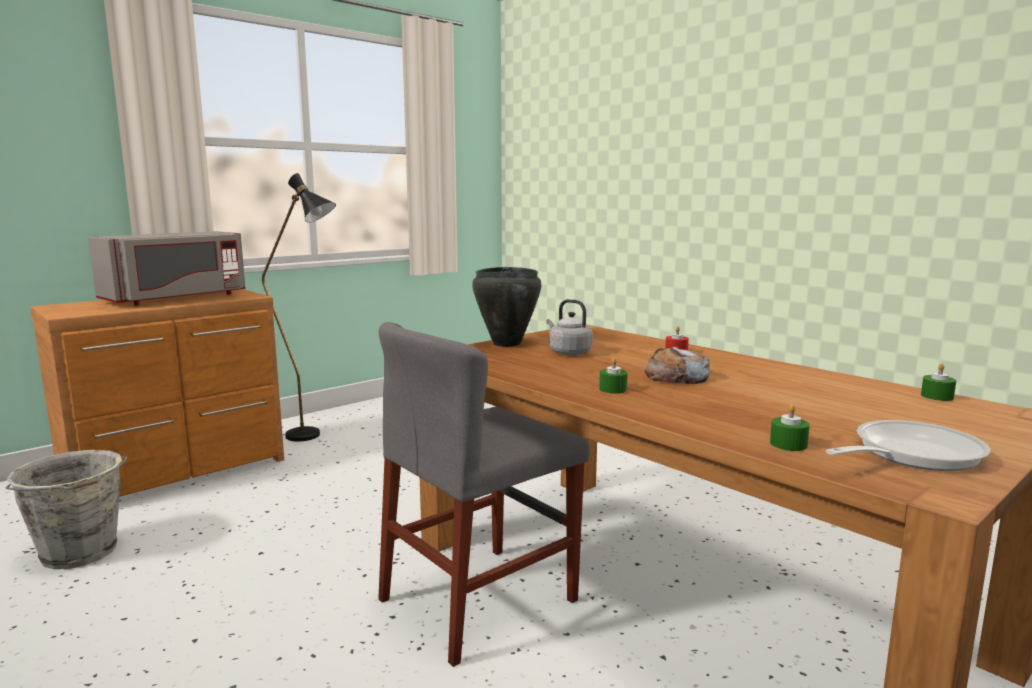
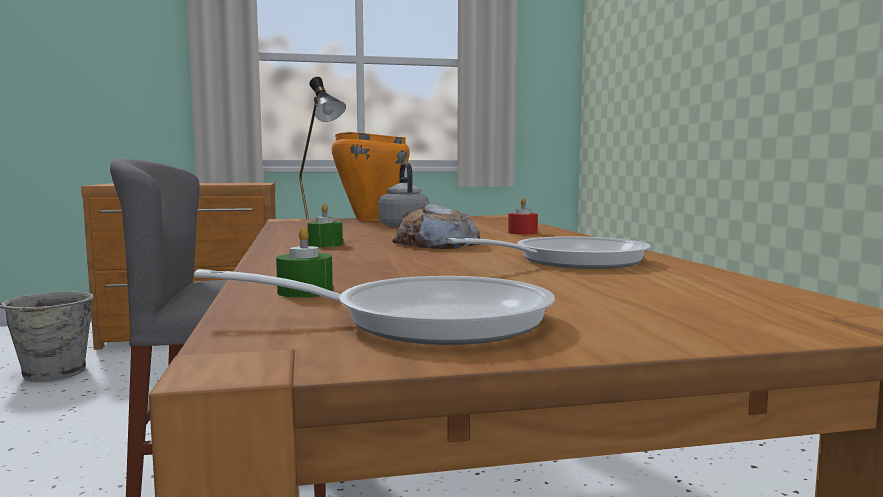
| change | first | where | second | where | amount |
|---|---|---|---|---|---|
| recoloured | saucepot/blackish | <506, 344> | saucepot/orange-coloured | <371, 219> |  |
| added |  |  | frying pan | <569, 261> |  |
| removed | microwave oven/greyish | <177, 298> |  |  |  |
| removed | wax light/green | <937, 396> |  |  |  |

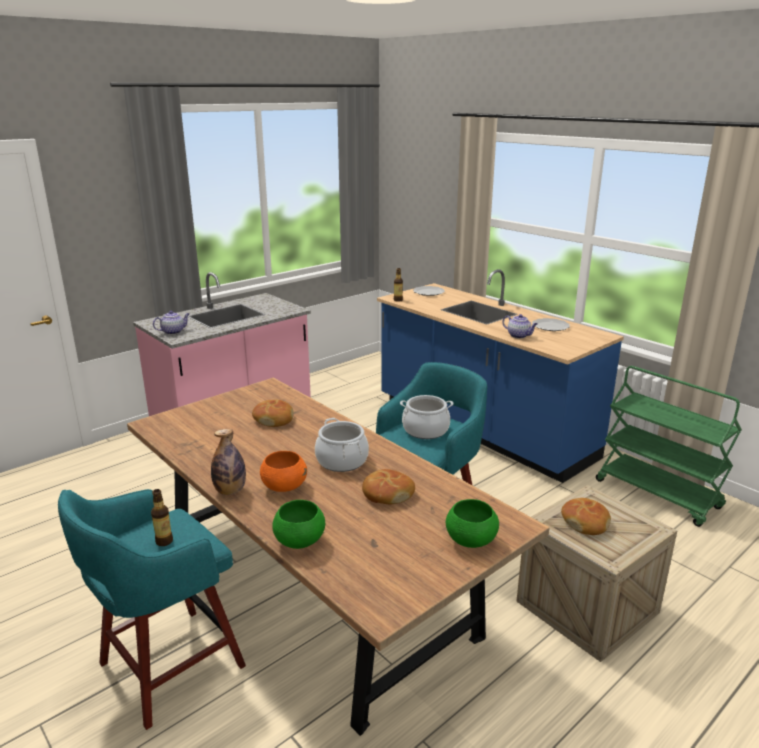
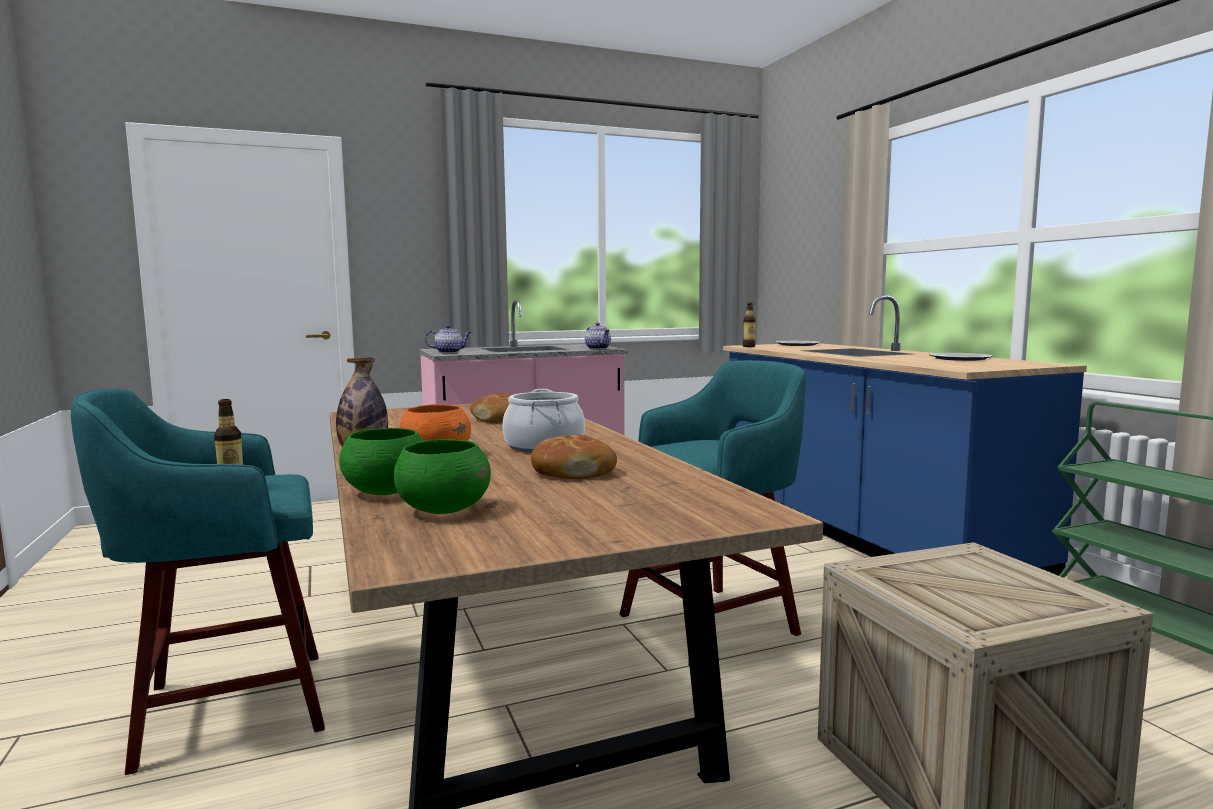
| change | first | where | second | where | amount |
|---|---|---|---|---|---|
| moved | bowl/green | <470, 540> |  | <443, 510> |  |
| moved | tea pot | <519, 336> |  | <598, 348> |  |
| removed | saucepot | <425, 430> |  |  |  |
| removed | baked bread | <585, 522> |  |  |  |

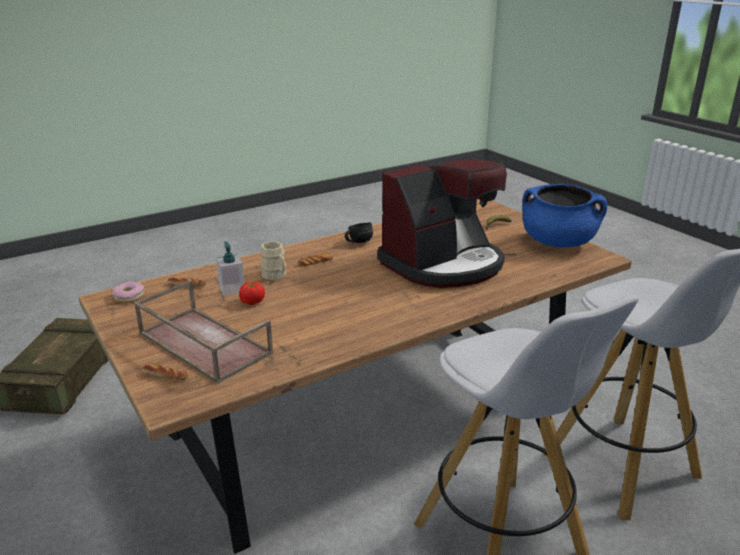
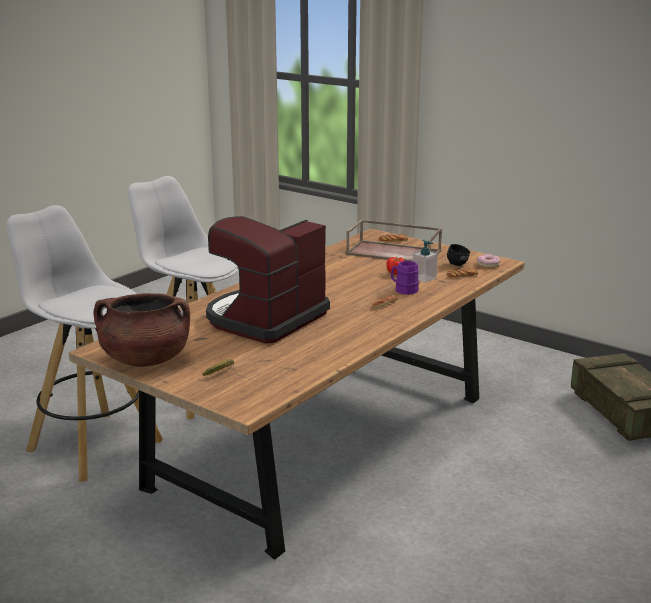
| change | first | where | second | where | amount |
|---|---|---|---|---|---|
| recoloured | saucepot/bluish | <558, 242> | saucepot/brownish | <145, 359> |  |
| recoloured | mug/beige-coloured | <275, 276> | mug/purple | <403, 290> |  |
| moved | mug/blackish | <357, 242> |  | <459, 263> |  |

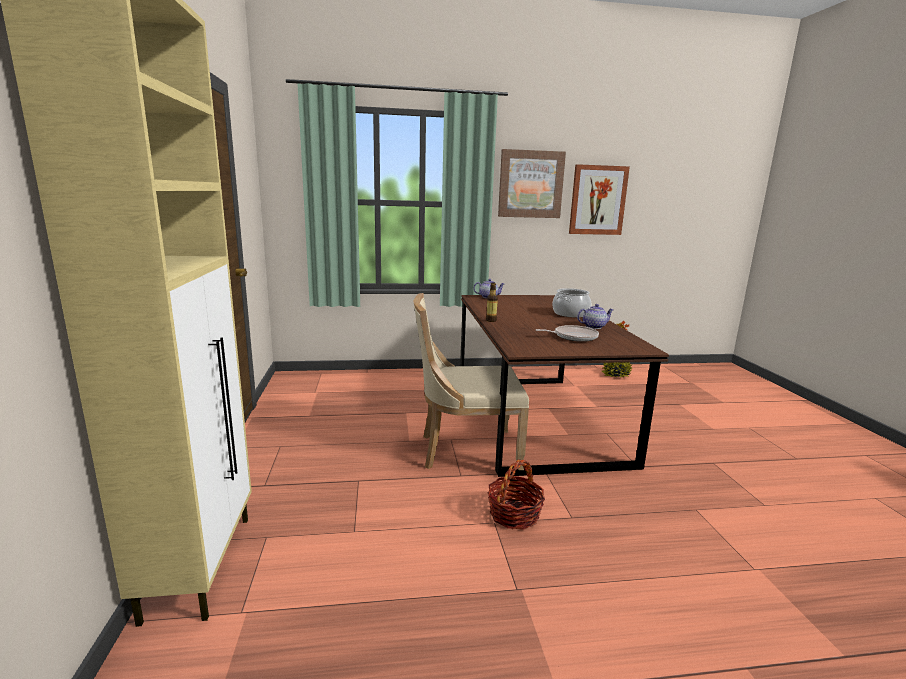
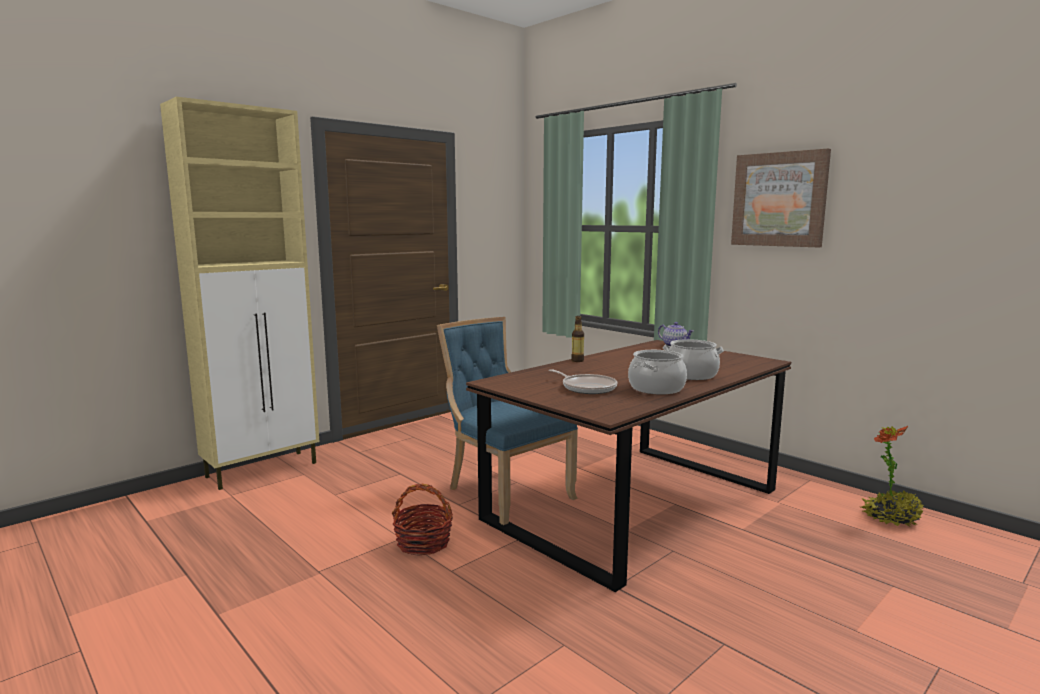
| change | first | where | second | where | amount |
|---|---|---|---|---|---|
| recoloured | upright chair/beige-coloured | <465, 451> | upright chair/bluish | <505, 493> |  |
| replaced | tea pot | <594, 326> | saucepot | <656, 388> |  |
| removed | wall art | <598, 200> |  |  |  |

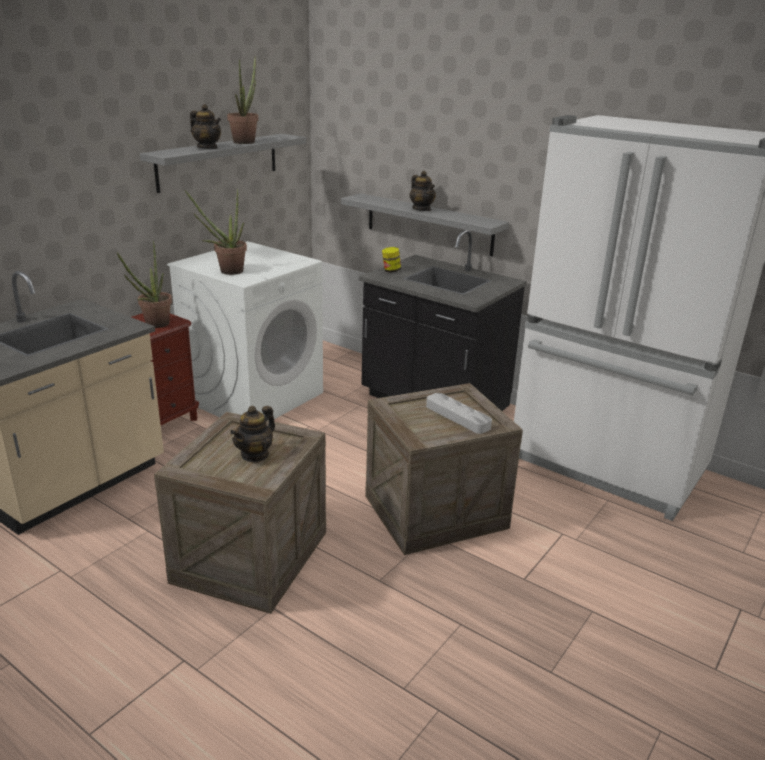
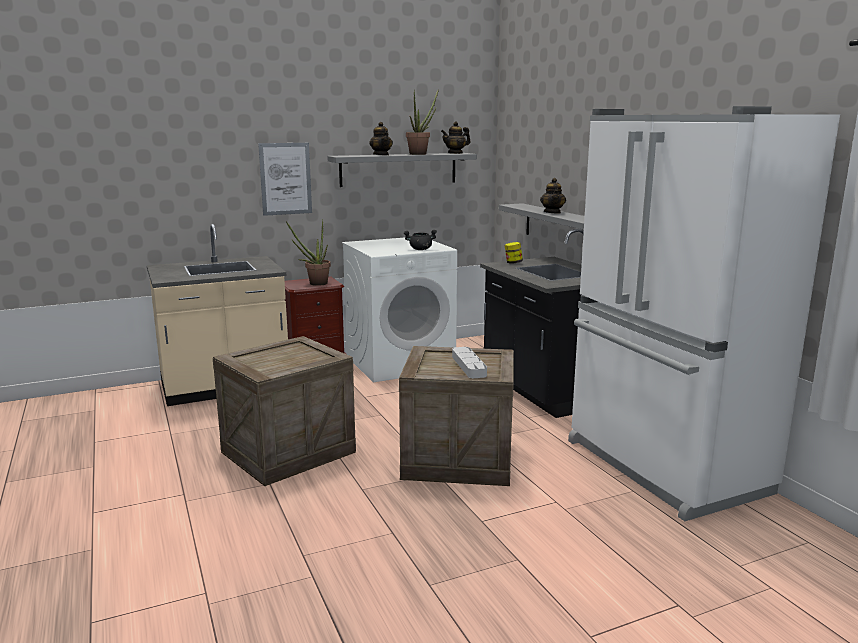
| change | first | where | second | where | amount |
|---|---|---|---|---|---|
| added |  |  | wall art | <285, 178> |  |
| added |  |  | saucepot/blackish | <420, 249> |  |
| moved | tea pot | <255, 455> |  | <455, 153> |  |
| removed | plant in a pot | <226, 271> |  |  |  |

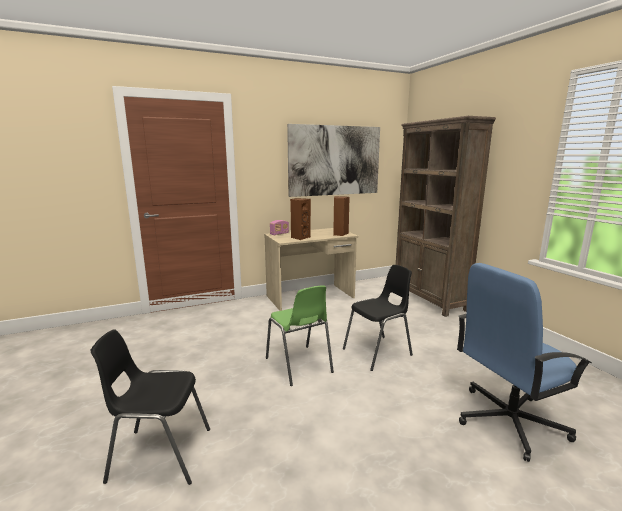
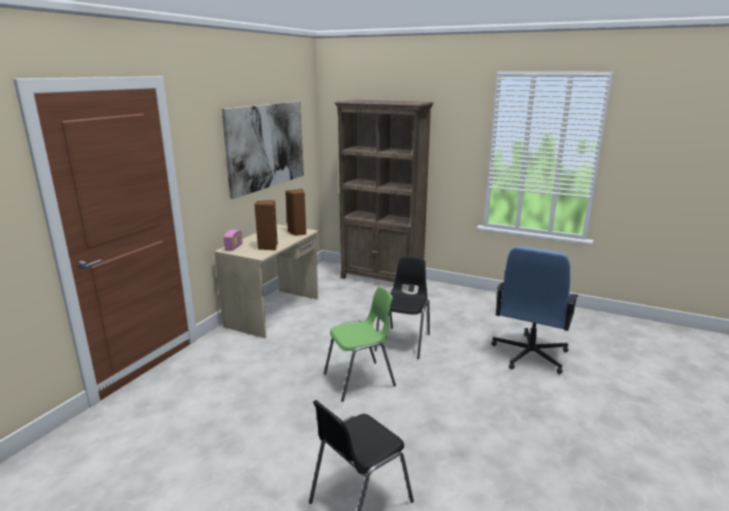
| change | first | where | second | where | amount |
|---|---|---|---|---|---|
| turned | upright chair/green | <299, 365> |  | <360, 380> | 45 degrees counterclockwise |

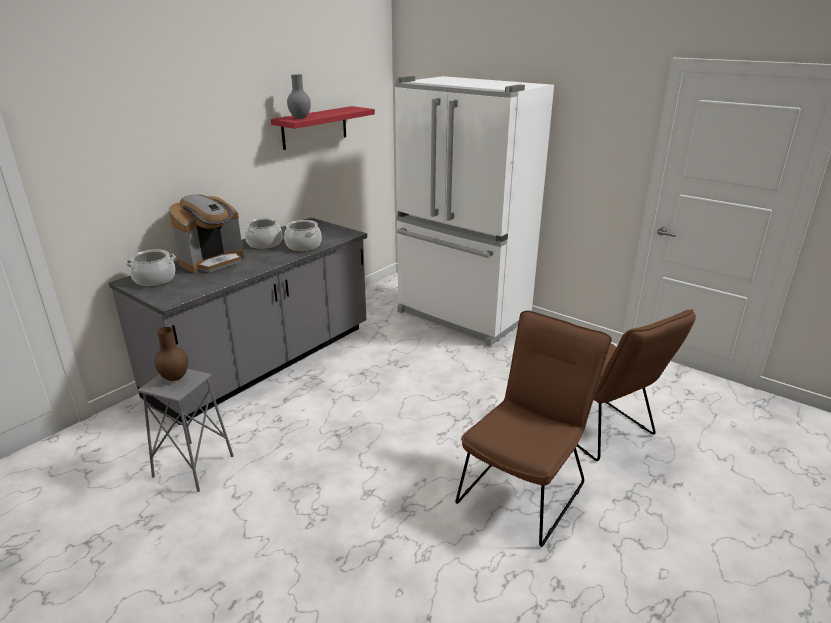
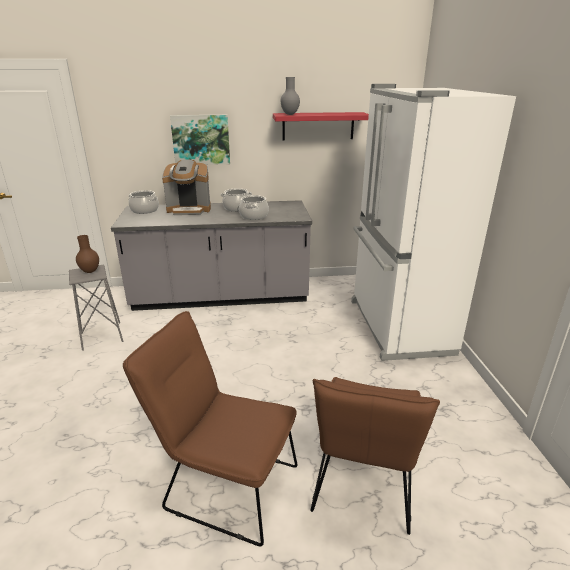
| change | first | where | second | where | amount |
|---|---|---|---|---|---|
| turned | upright chair/brownish | <526, 488> |  | <224, 484> | 150 degrees counterclockwise |
| added |  |  | wall art | <201, 139> |  |

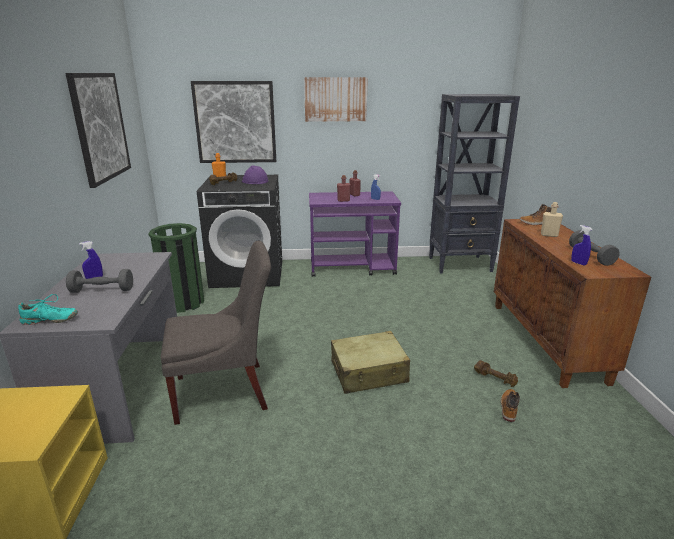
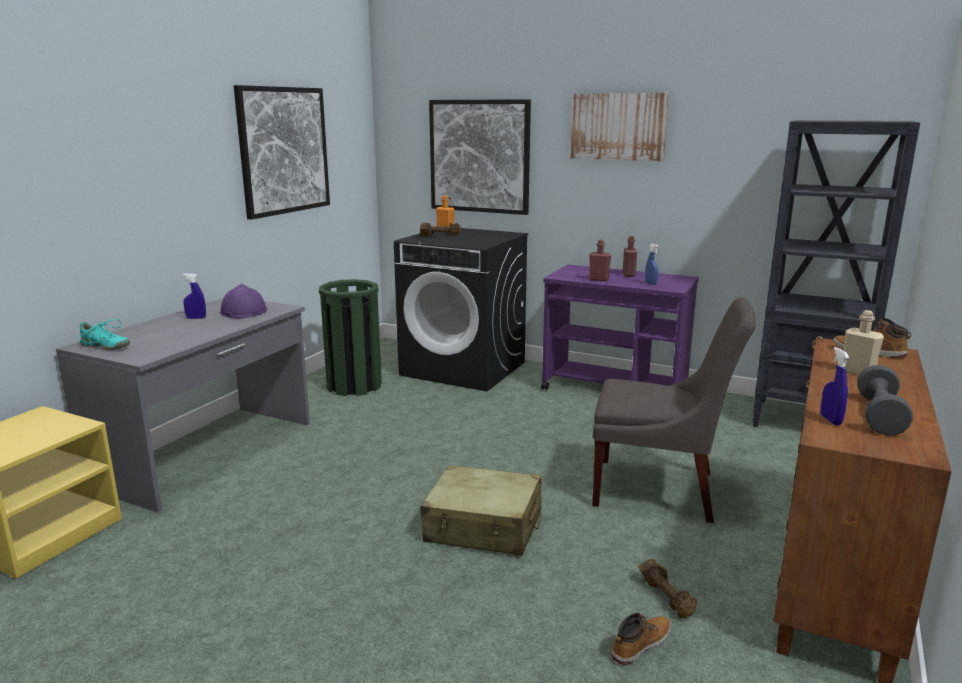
| change | first | where | second | where | amount |
|---|---|---|---|---|---|
| moved | hard hat/purple | <255, 181> |  | <243, 311> |  |
| moved | upright chair/greyish | <226, 392> |  | <661, 490> |  |
| removed | dumbbell/greyish | <102, 290> |  |  |  |

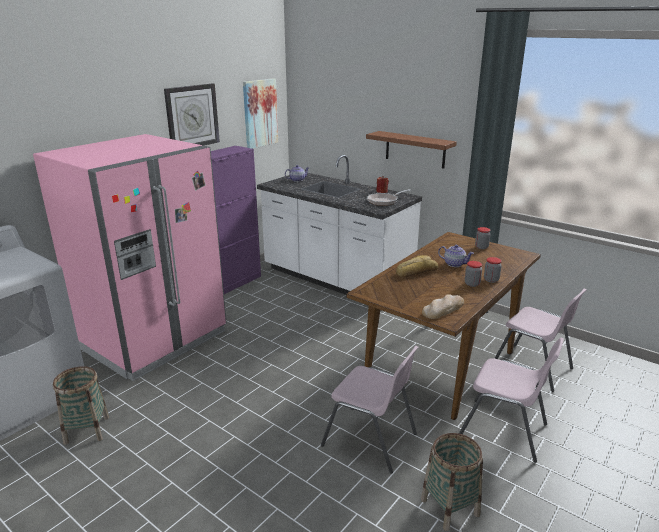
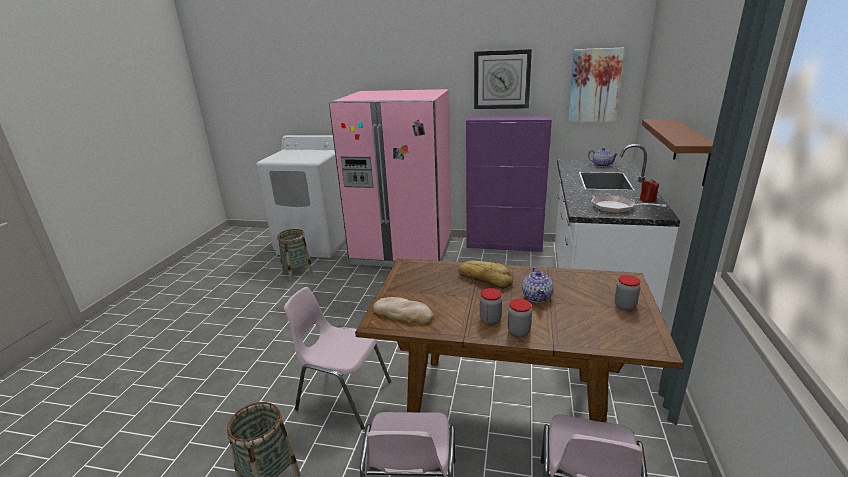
| change | first | where | second | where | amount |
|---|---|---|---|---|---|
| turned | upright chair/pink | <371, 440> |  | <343, 395> | 105 degrees clockwise |

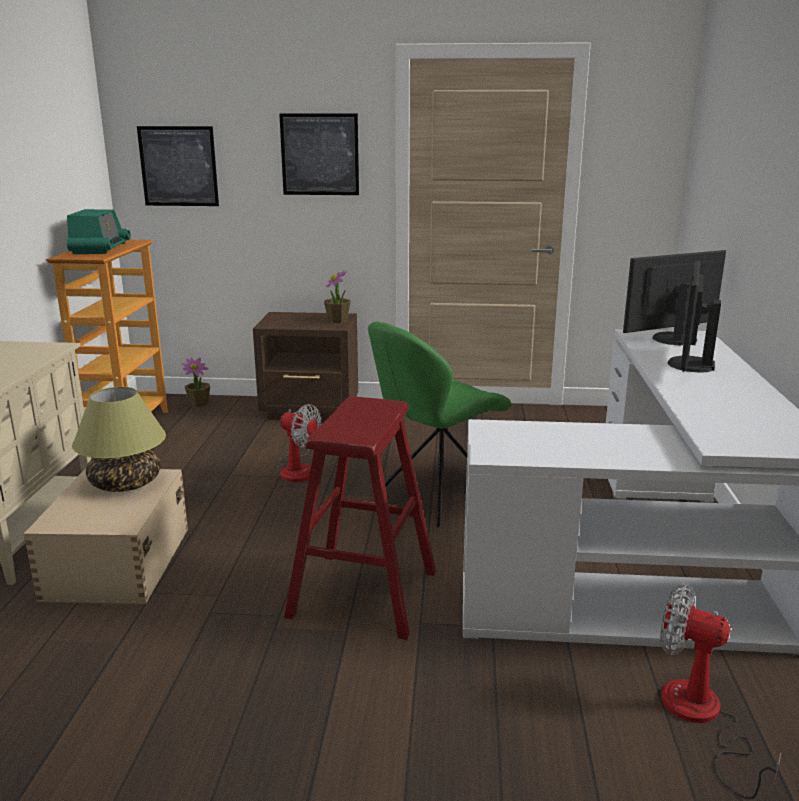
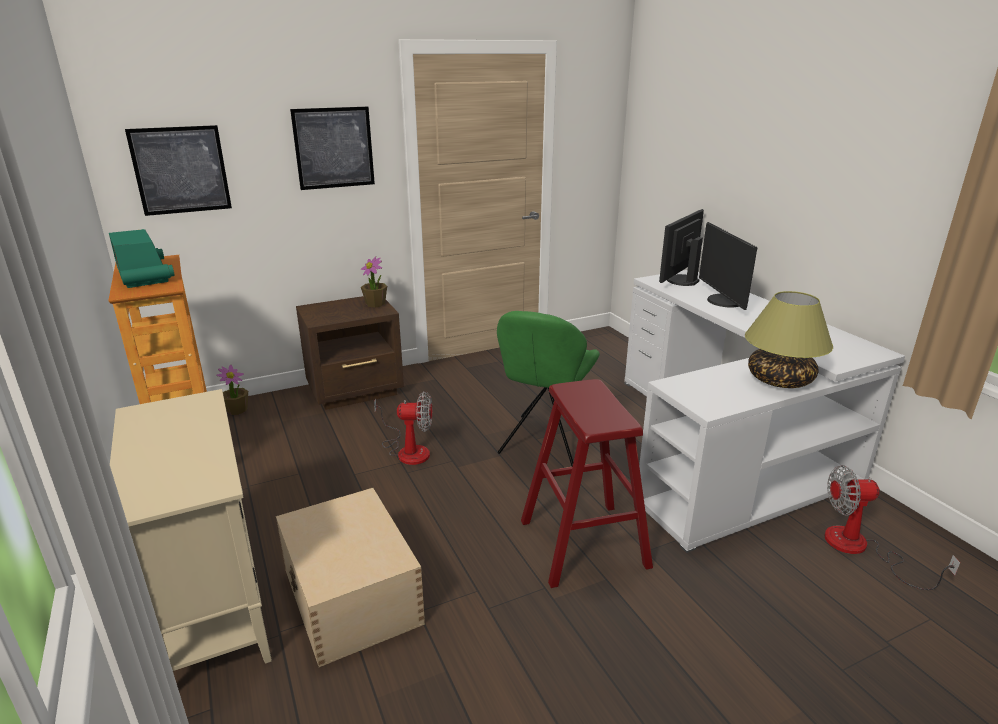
| change | first | where | second | where | amount |
|---|---|---|---|---|---|
| moved | lamp for a table | <126, 483> |  | <779, 380> |  |

